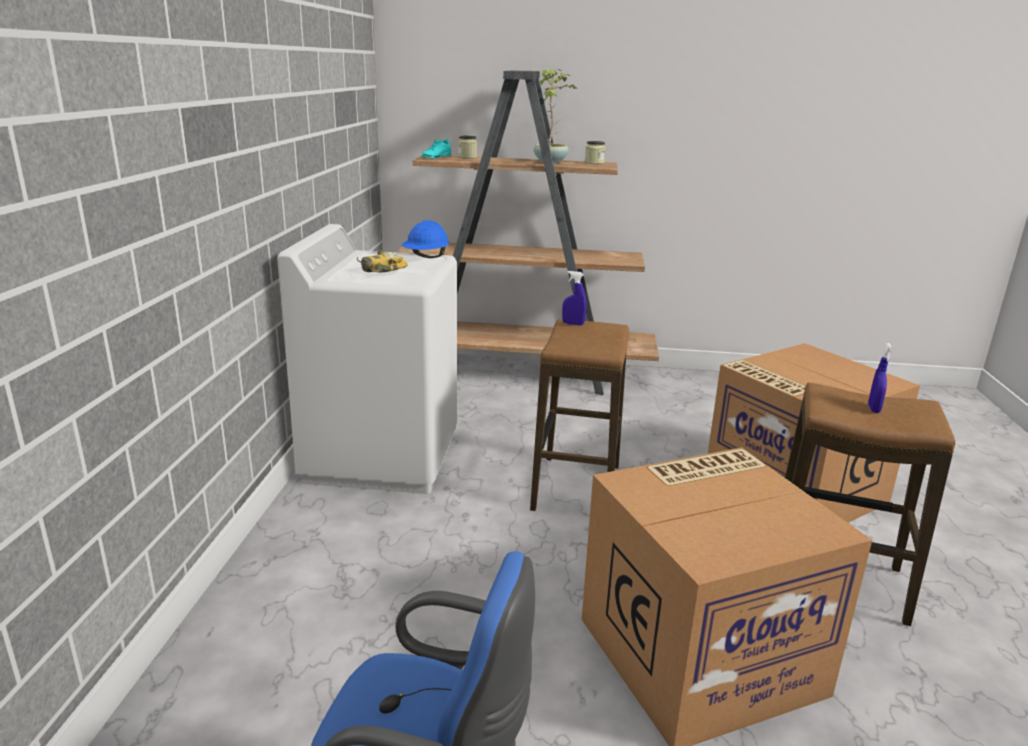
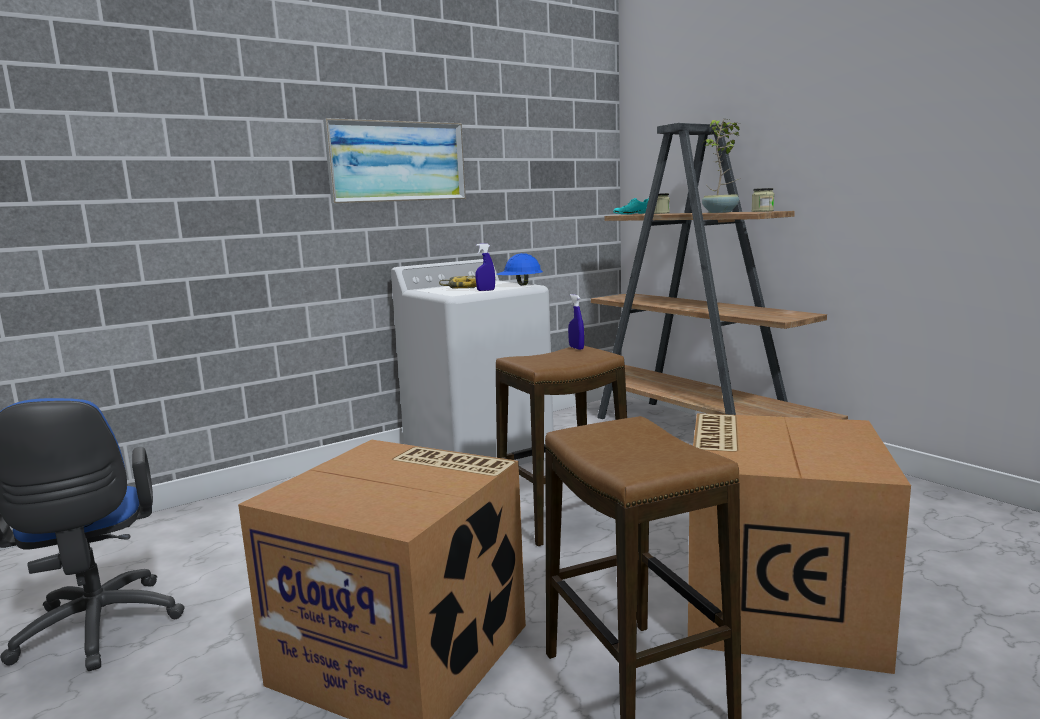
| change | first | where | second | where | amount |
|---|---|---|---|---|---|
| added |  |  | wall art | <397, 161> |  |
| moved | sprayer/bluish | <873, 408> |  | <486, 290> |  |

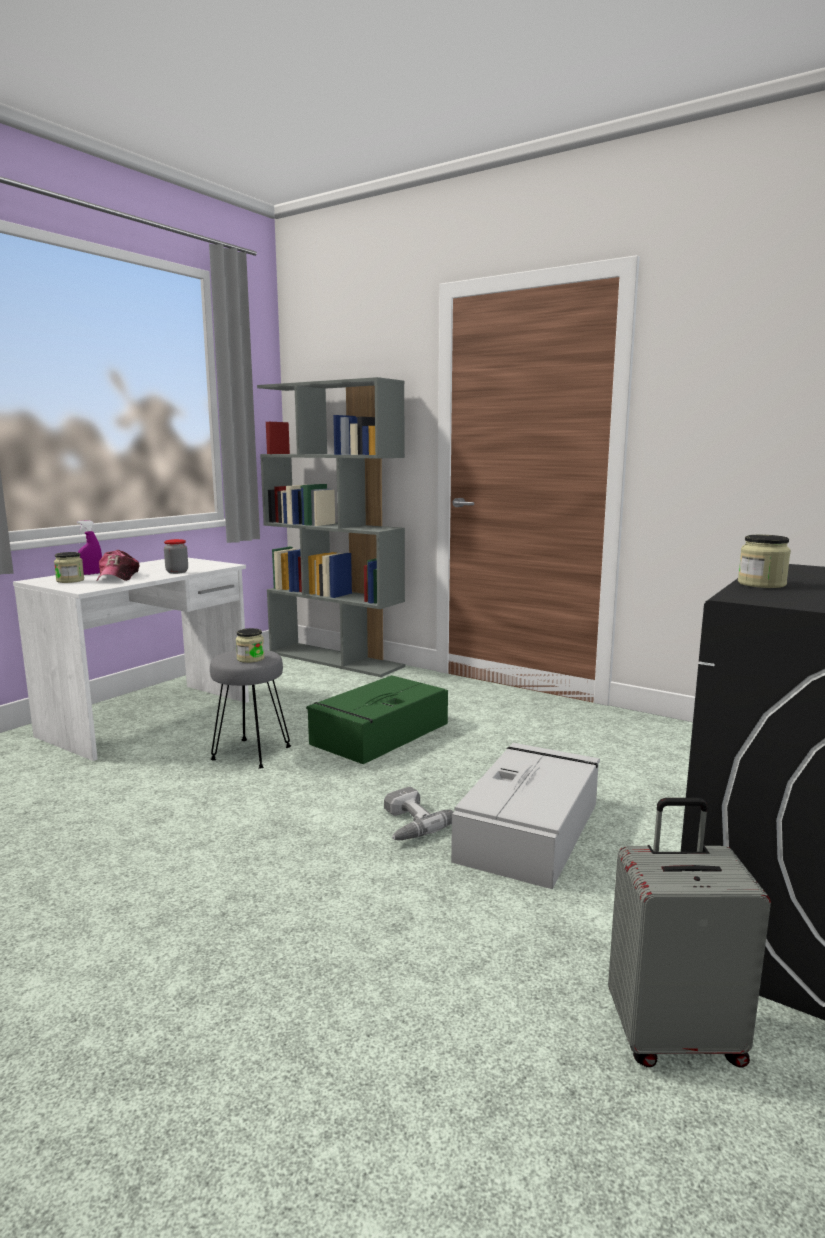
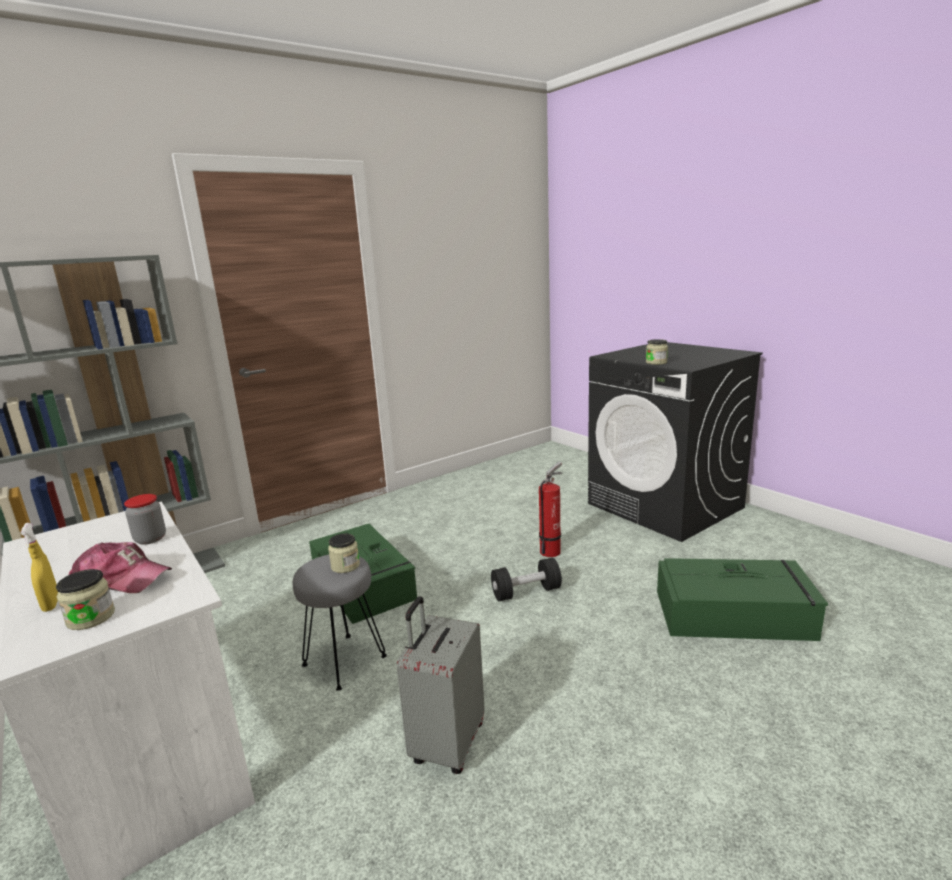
| change | first | where | second | where | amount |
|---|---|---|---|---|---|
| recoloured | sprayer/purple | <91, 574> | sprayer/yellow | <51, 604> |  |
| moved | piece of luggage/greyish | <674, 1035> |  | <446, 743> |  |
| replaced | drill | <407, 824> | dumbbell/blackish | <526, 592> |  |
| replaced | storage container/greyish | <530, 829> | fire extinguisher | <552, 550> |  |
| added |  |  | storage container/green | <735, 614> |  |

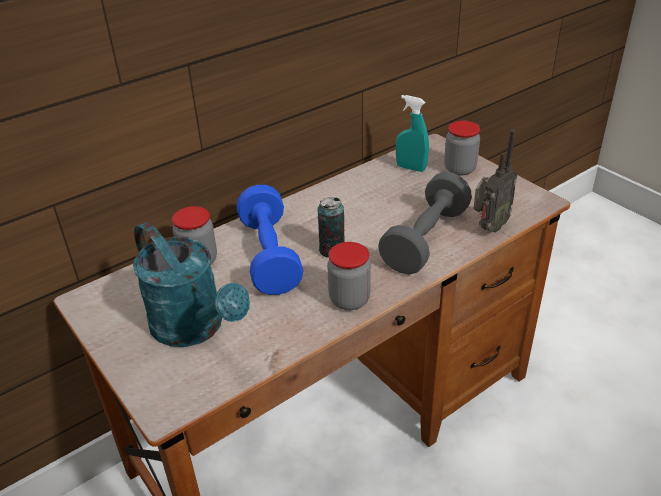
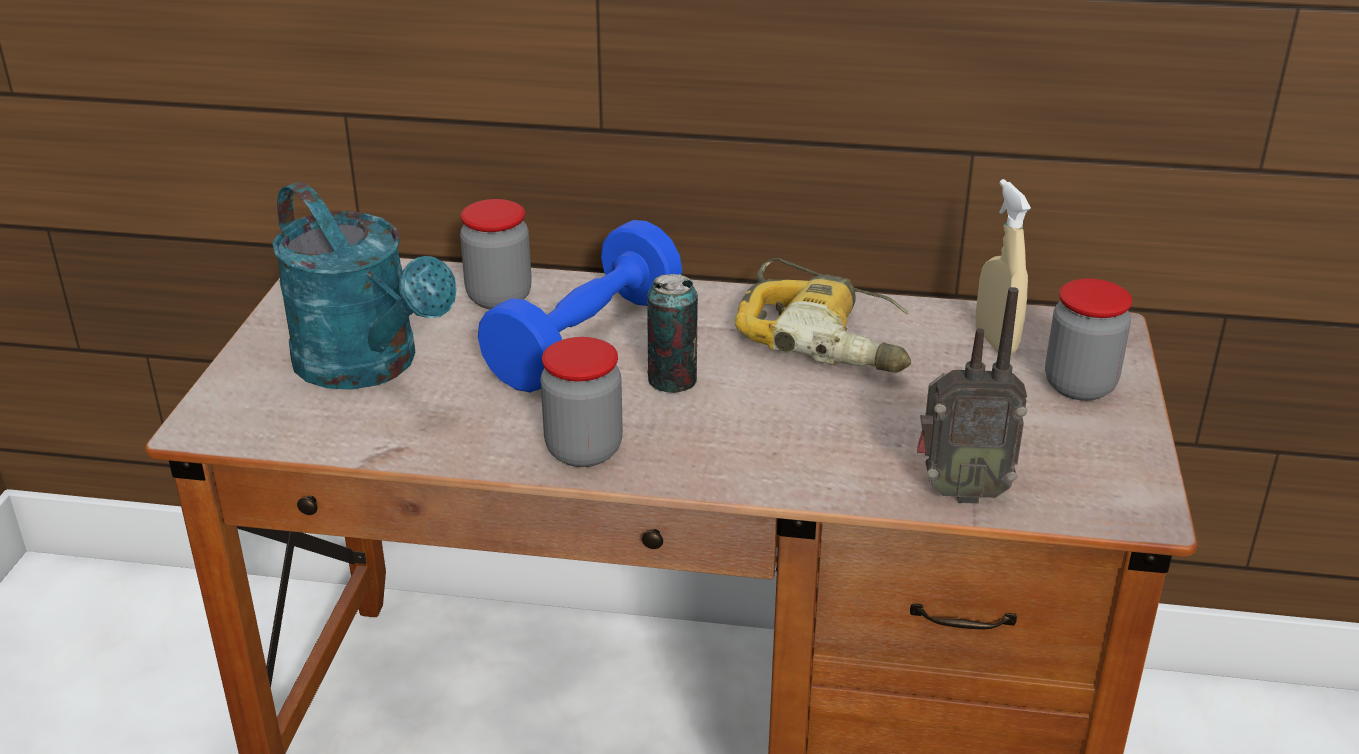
| change | first | where | second | where | amount |
|---|---|---|---|---|---|
| turned | watering can/blue-green | <195, 328> |  | <369, 366> | 45 degrees counterclockwise |
| added |  |  | drill | <828, 336> |  |
| recoloured | sprayer/blue-green | <411, 168> | sprayer/beige-coloured | <995, 341> |  |
| removed | dumbbell/greyish | <425, 240> |  |  |  |

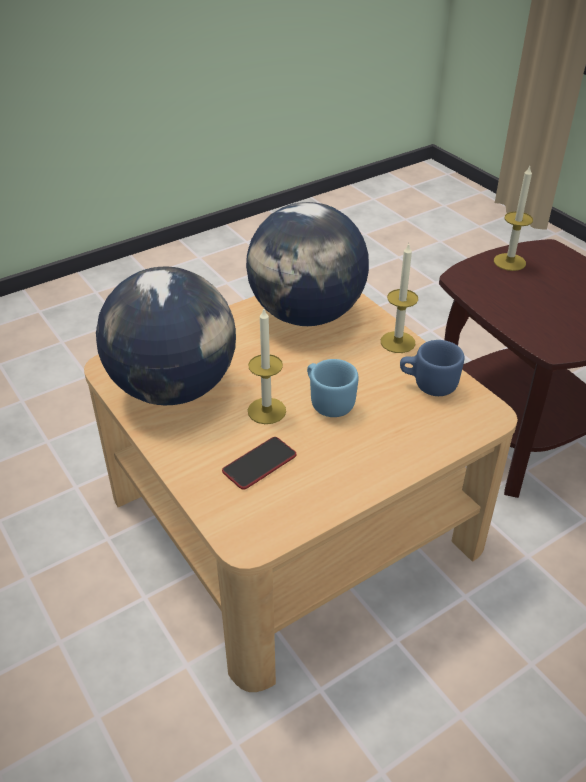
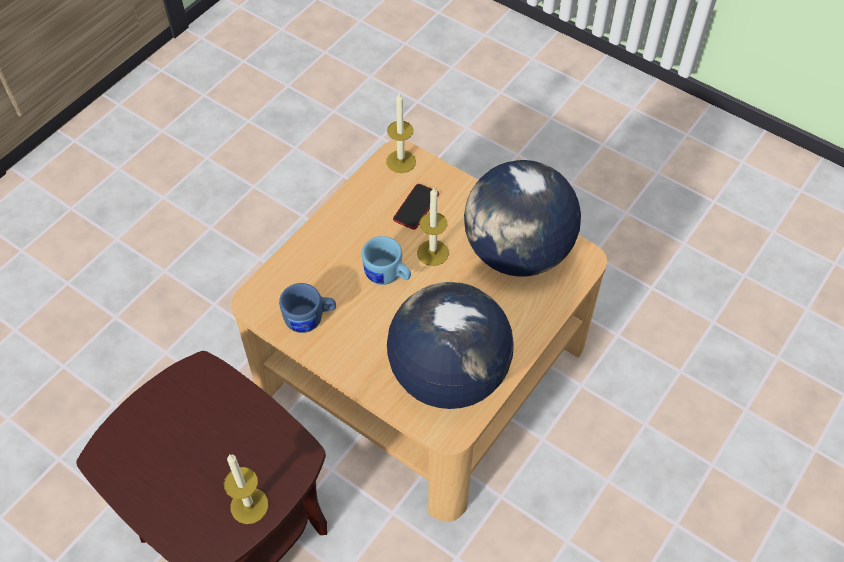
| change | first | where | second | where | amount |
|---|---|---|---|---|---|
| moved | wax light | <397, 342> |  | <401, 161> |  |

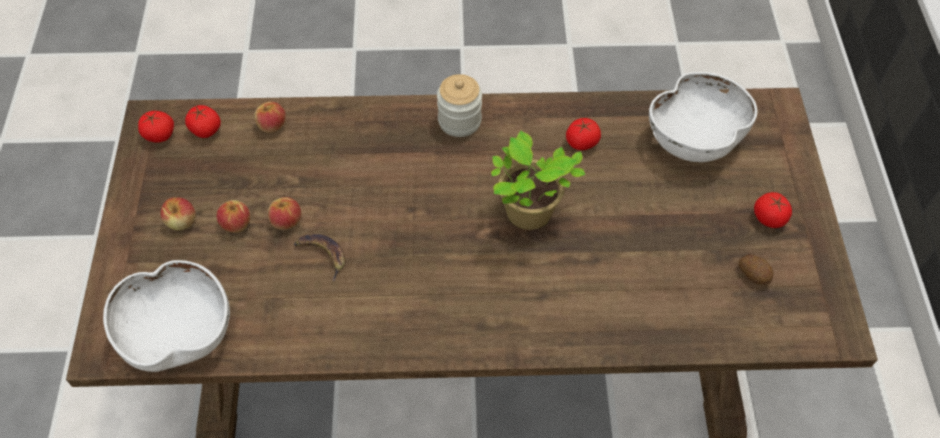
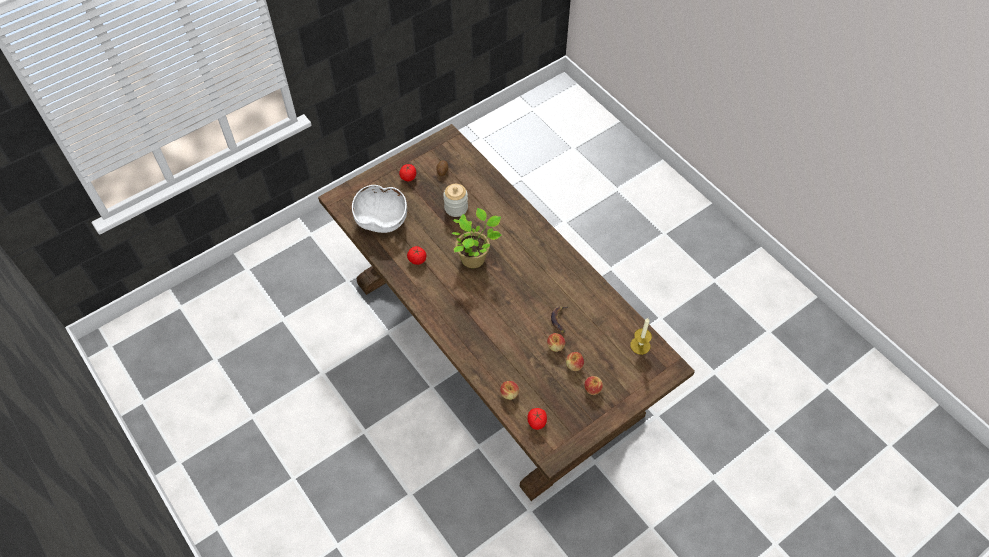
| change | first | where | second | where | amount |
|---|---|---|---|---|---|
| moved | preserve jar | <459, 121> |  | <456, 208> |  |
| replaced | bowl/white-coloured | <178, 333> | wax light | <640, 345> |  |
| removed | whole tomato | <159, 135> |  |  |  |

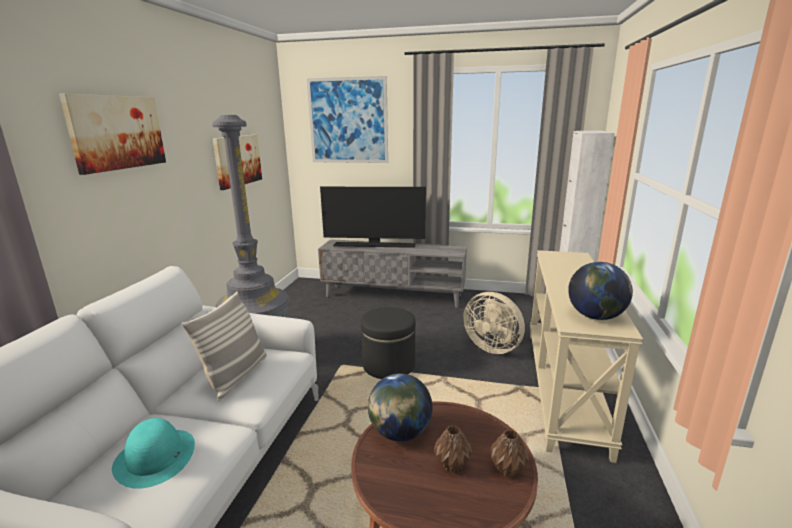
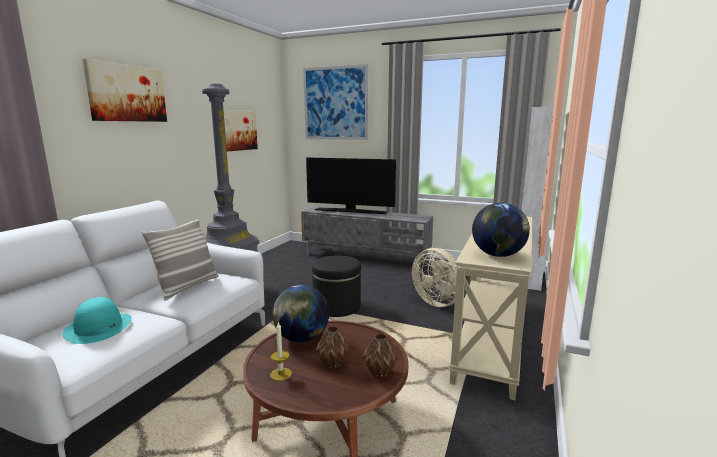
| change | first | where | second | where | amount |
|---|---|---|---|---|---|
| added |  |  | wax light | <281, 374> |  |

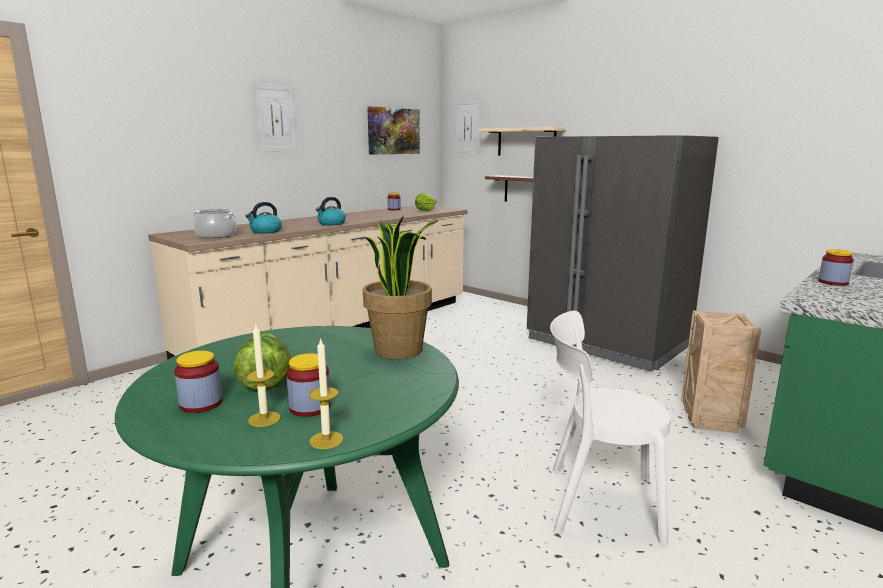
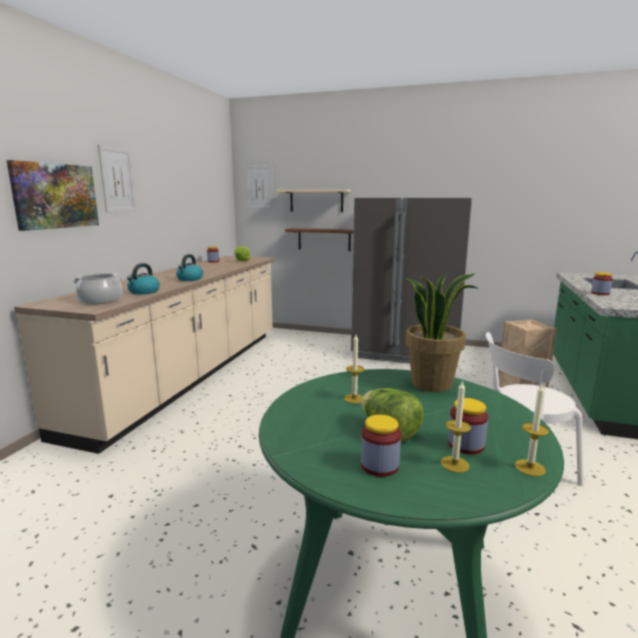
| change | first | where | second | where | amount |
|---|---|---|---|---|---|
| moved | wall art | <393, 131> |  | <55, 196> |  |
| added |  |  | wax light | <354, 398> |  |

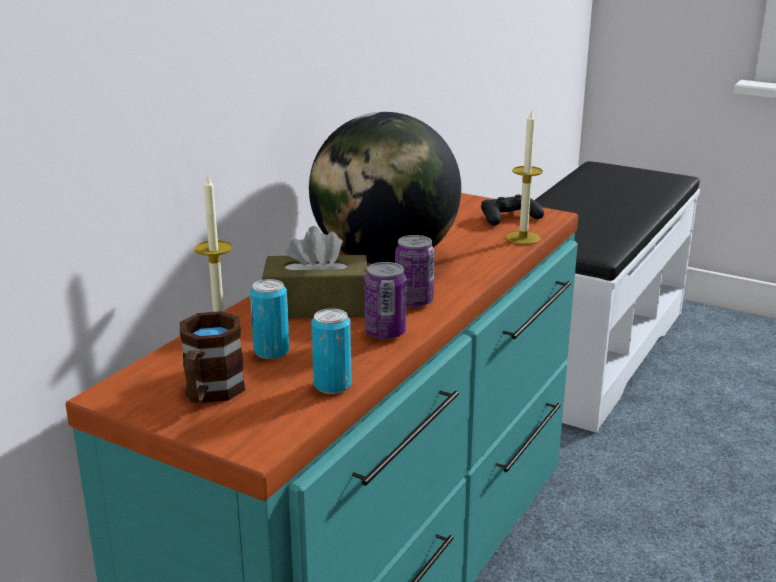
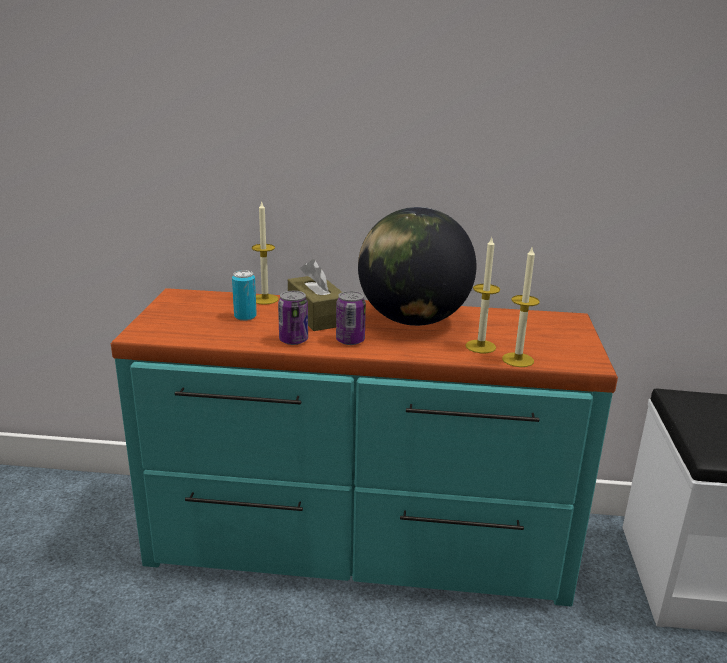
| change | first | where | second | where | amount |
|---|---|---|---|---|---|
| added |  |  | wax light | <480, 346> |  |
| removed | mug/brownish | <210, 394> |  |  |  |
| removed | sealed can | <332, 385> |  |  |  |
| removed | joypad/blackish | <509, 218> |  |  |  |

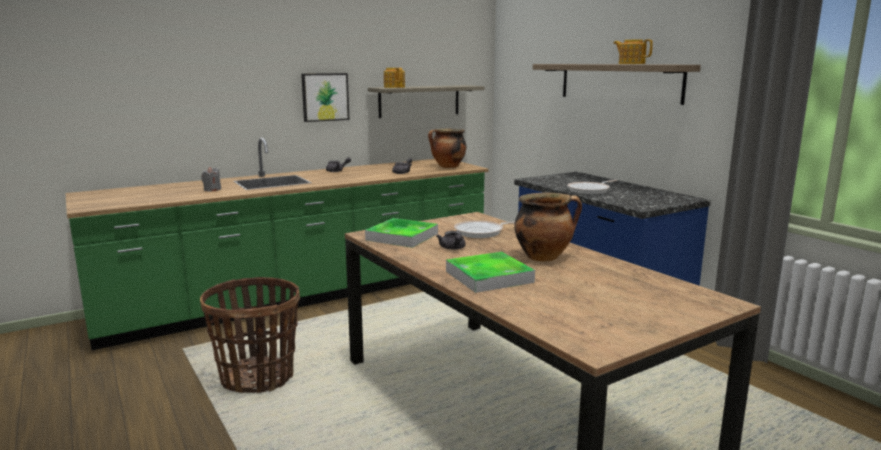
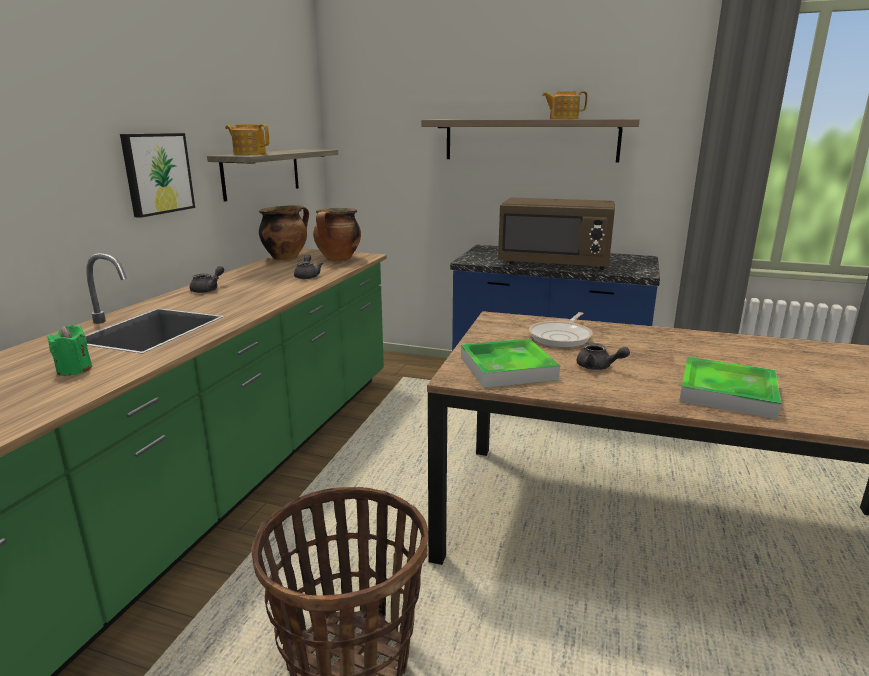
| change | first | where | second | where | amount |
|---|---|---|---|---|---|
| recoloured | wax light/greyish | <212, 190> | wax light/green | <74, 369> |  |
| moved | saucepot | <544, 257> |  | <286, 257> |  |
| replaced | frying pan | <590, 190> | microwave oven/brownish | <554, 263> |  |

